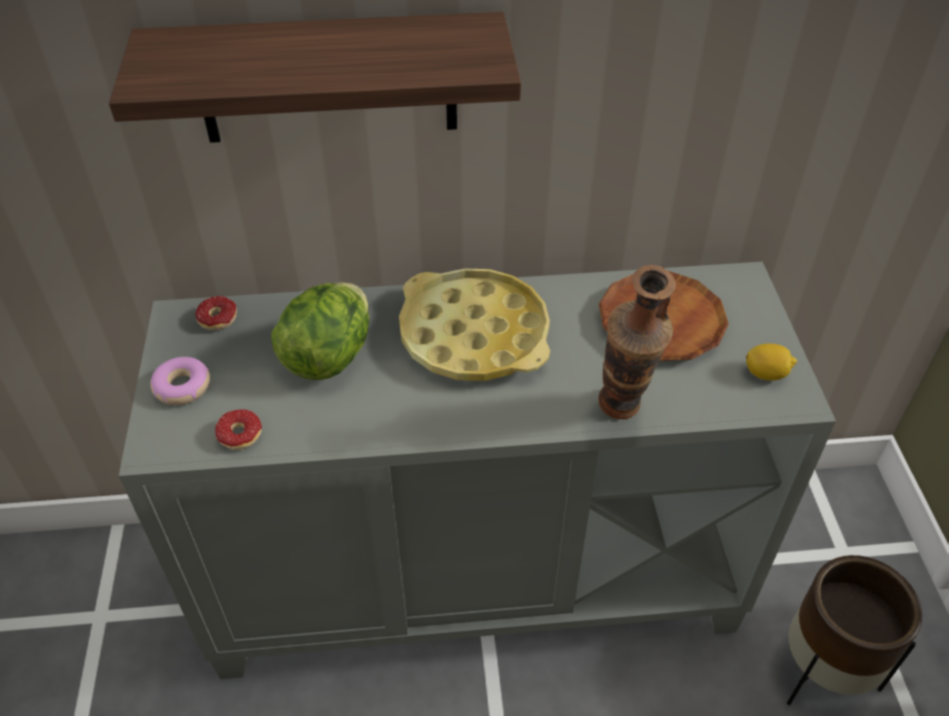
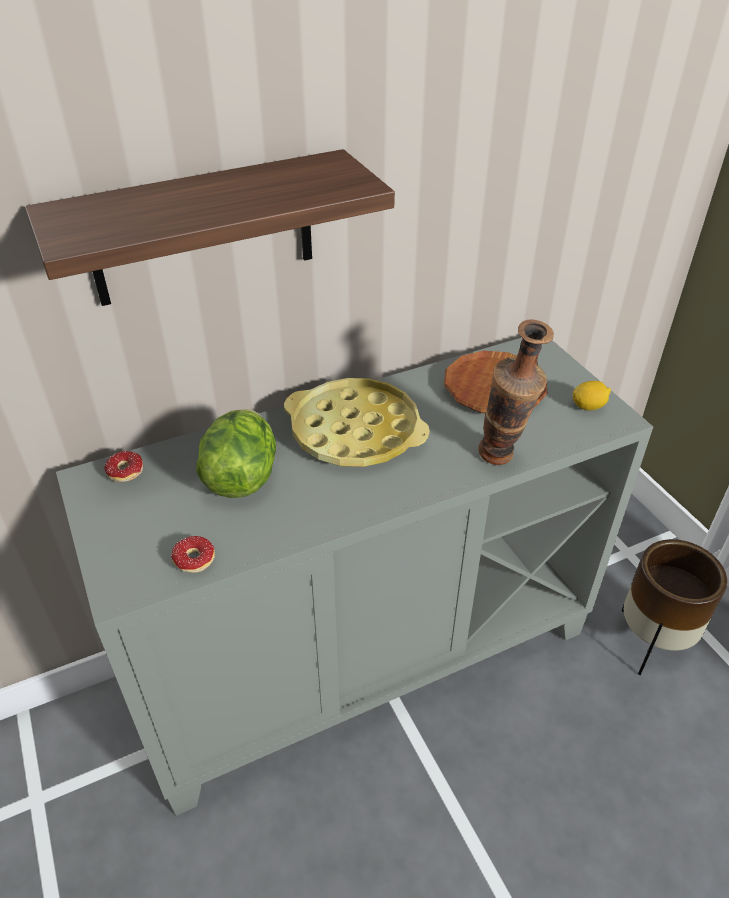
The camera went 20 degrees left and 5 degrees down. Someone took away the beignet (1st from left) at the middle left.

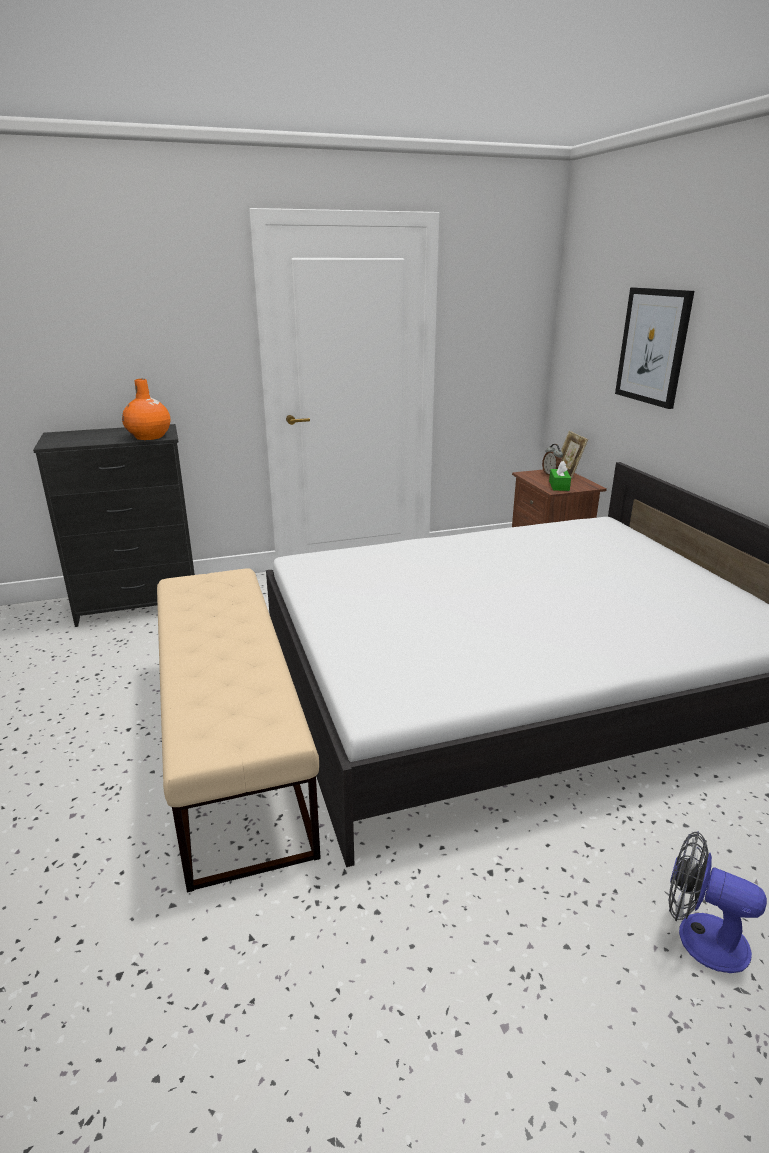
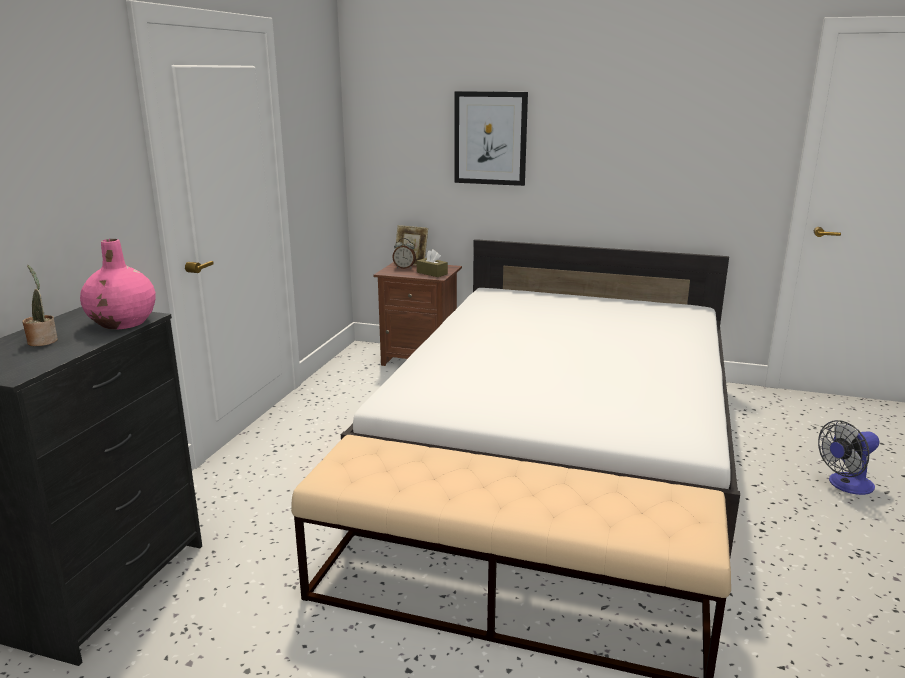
The camera went 55 degrees left and 5 degrees down. Someone repainted the vase/orange at the middle left, which became the vase/rose at the middle left. Someone repainted the boîte à mouchoirs/vert at the middle right, which became the boîte à mouchoirs/marron at the centre. Someone put down the plante en pot at the middle left.

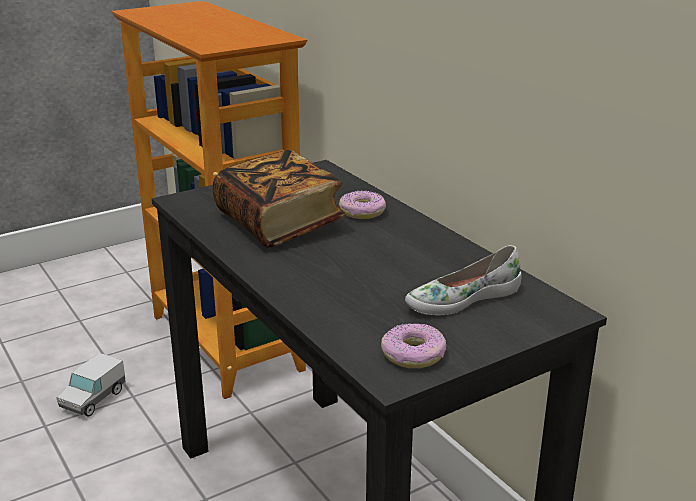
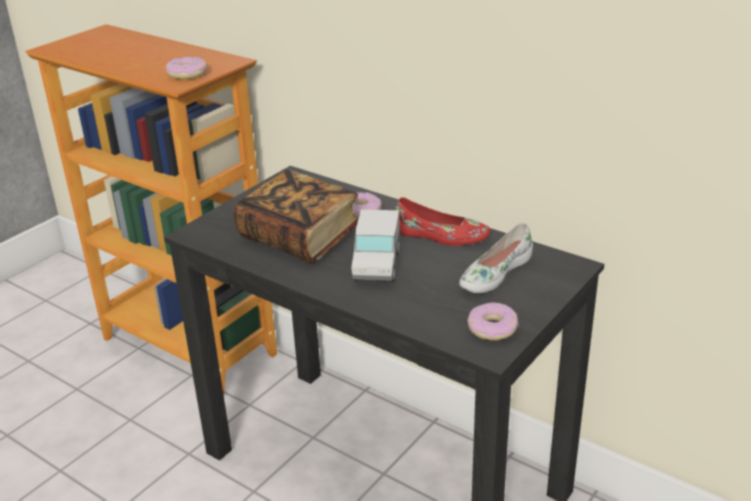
The camera went 20 degrees left and 5 degrees up. Someone carried the camion jouet from the bottom left to the centre. Someone put down the beignet (1st from left) at the top left. Someone put down the chaussure/rouge at the centre.

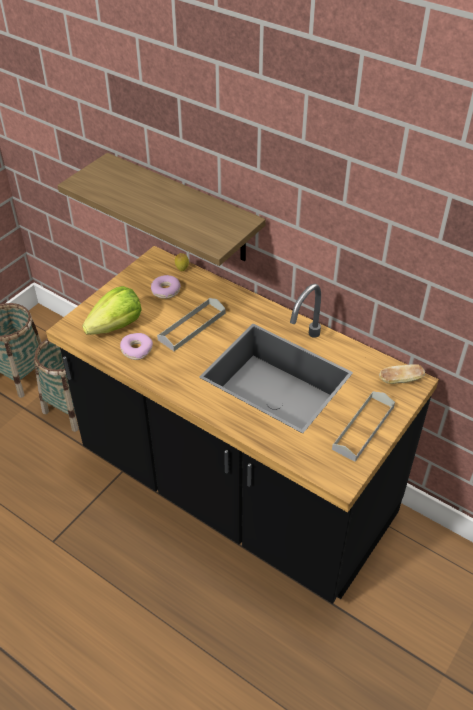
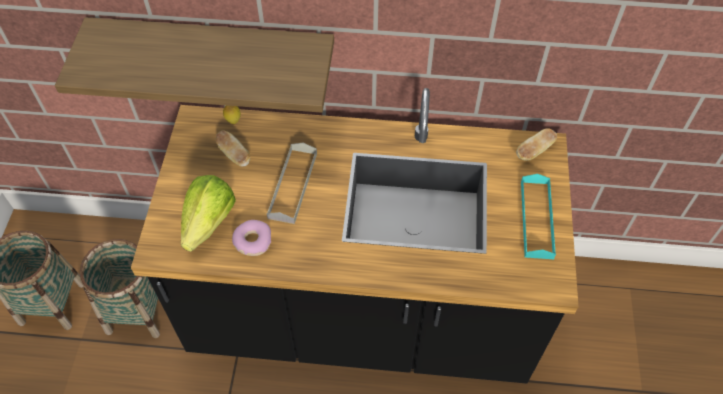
The camera went 30 degrees left and 10 degrees up. Someone swapped the beignet (2nd from left) at the centre for the pain (1st from left) at the middle left. Someone repainted the plateau/gris (2nd from left) at the middle right, which became the plateau/turquoise at the middle right.

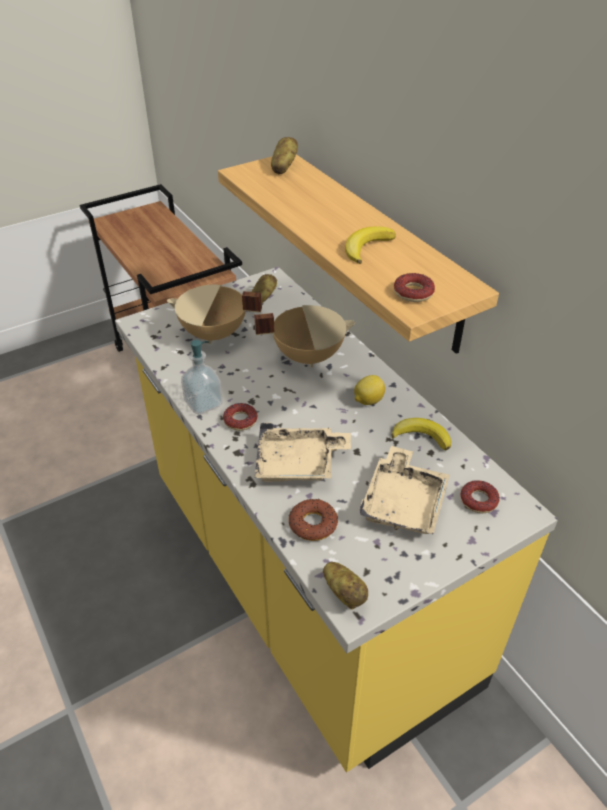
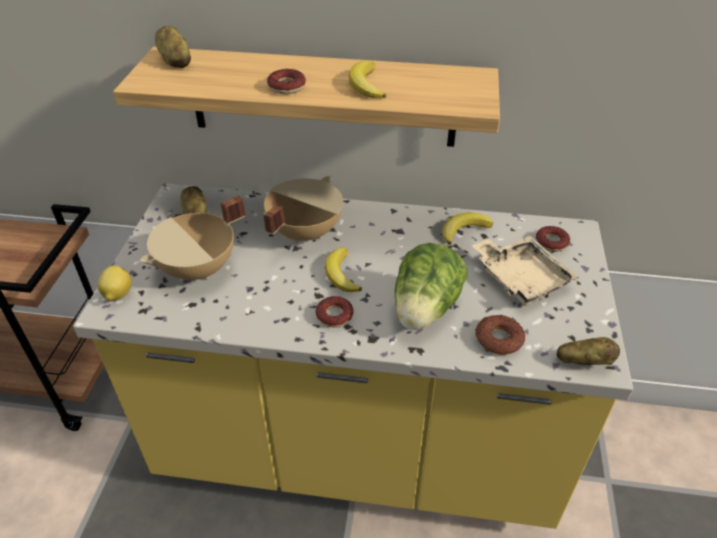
The camera went 50 degrees left and 0 degrees up. Someone took away the distributeur de savon at the middle left. Someone swapped the plateau/beige (1st from left) at the centre for the laitue at the centre. Someone carried the citron from the centre to the middle left. Someone carried the beignet (3rd from left in the first image) from the middle right to the top centre. Someone put down the banane (1st from left) at the centre.

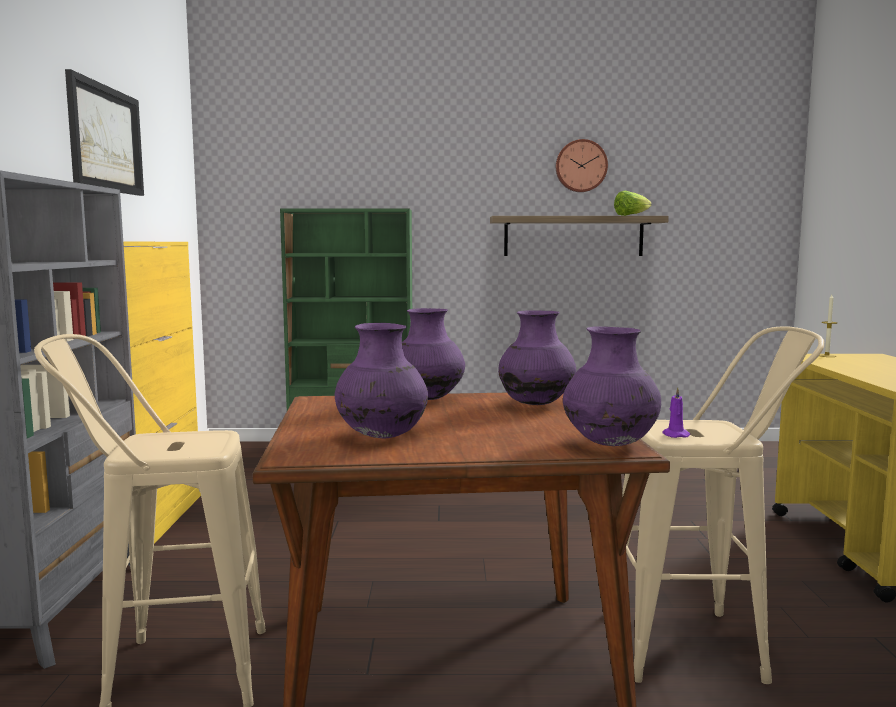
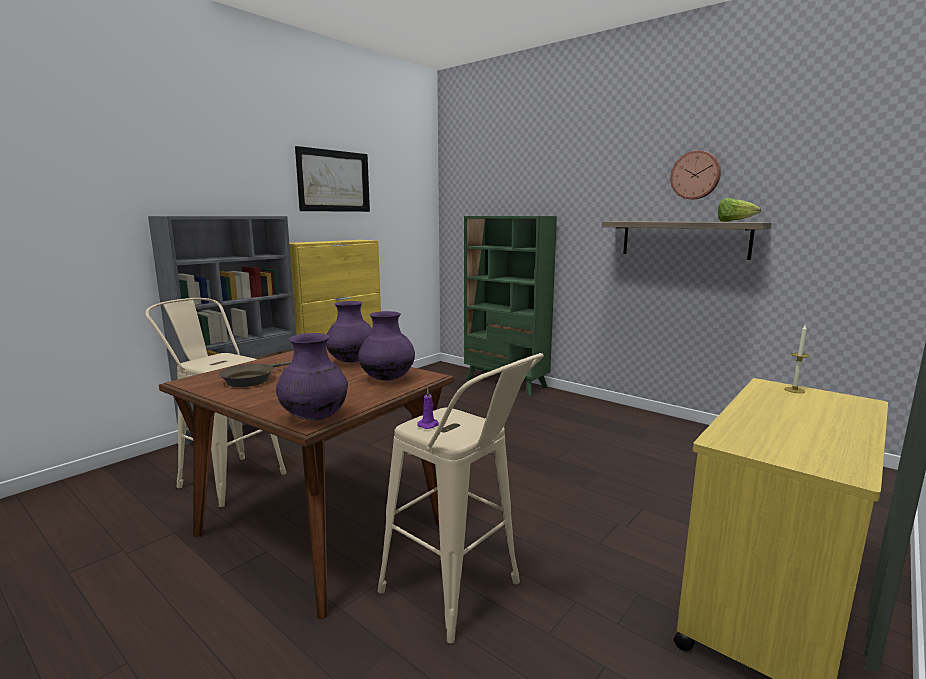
The camera went 40 degrees right and 5 degrees up. Someone swapped the vase/violet (1st from left) at the centre for the poêle/marron at the middle left.

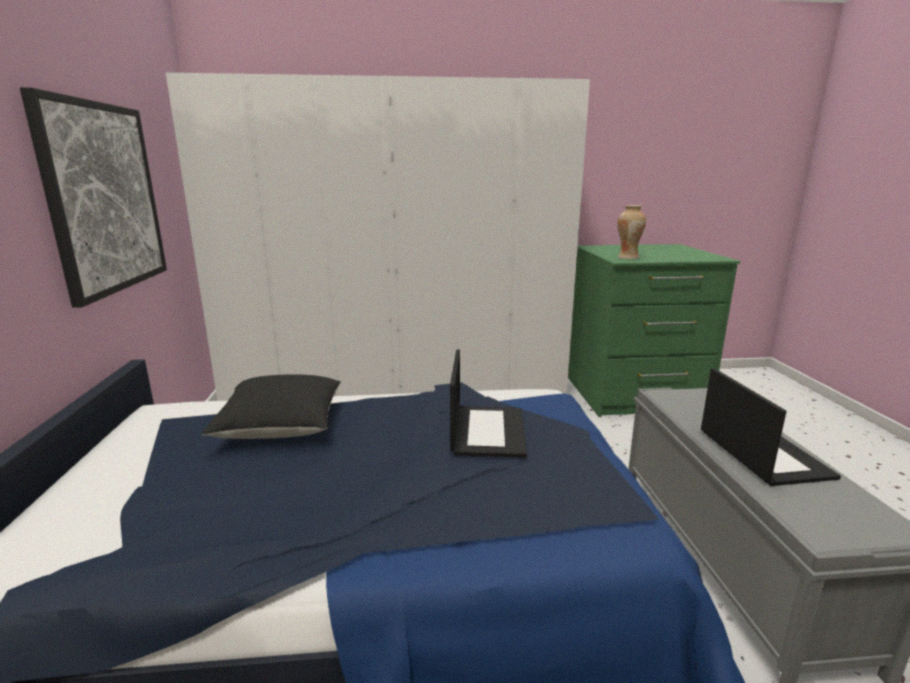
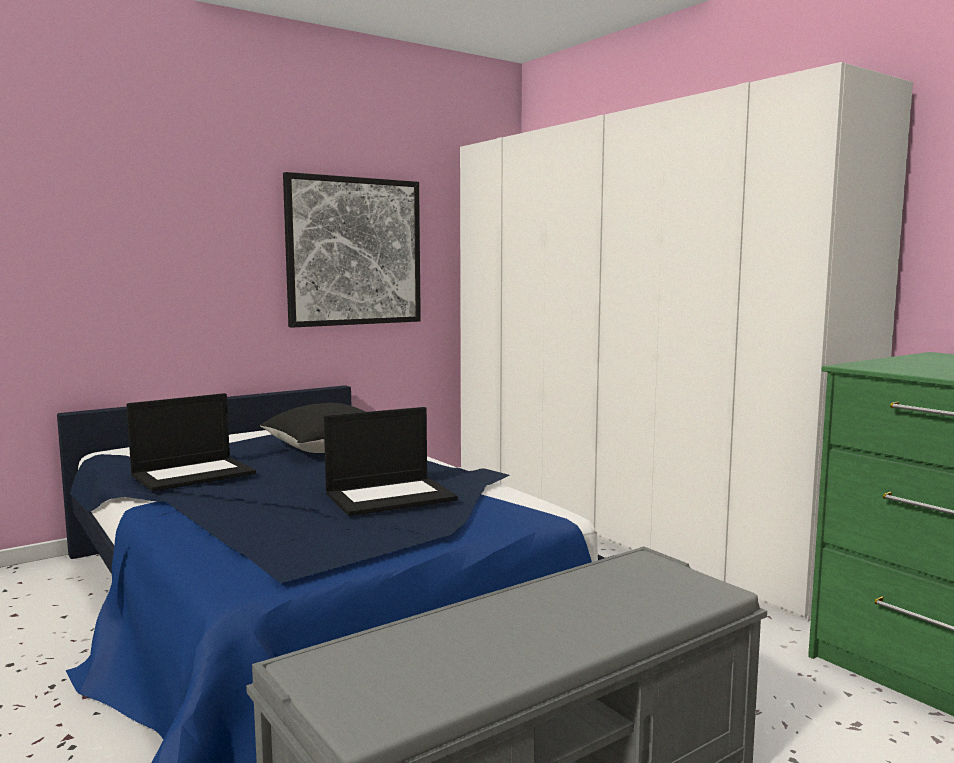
The camera went 60 degrees right and 10 degrees down. Someone took away the vase at the middle right. Someone carried the ordinateur portable (2nd from left in the first image) from the middle right to the middle left.

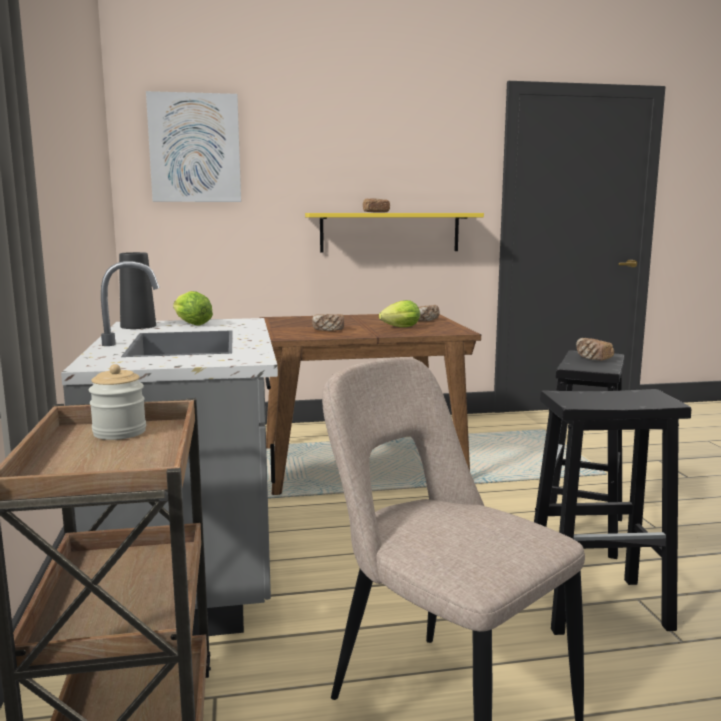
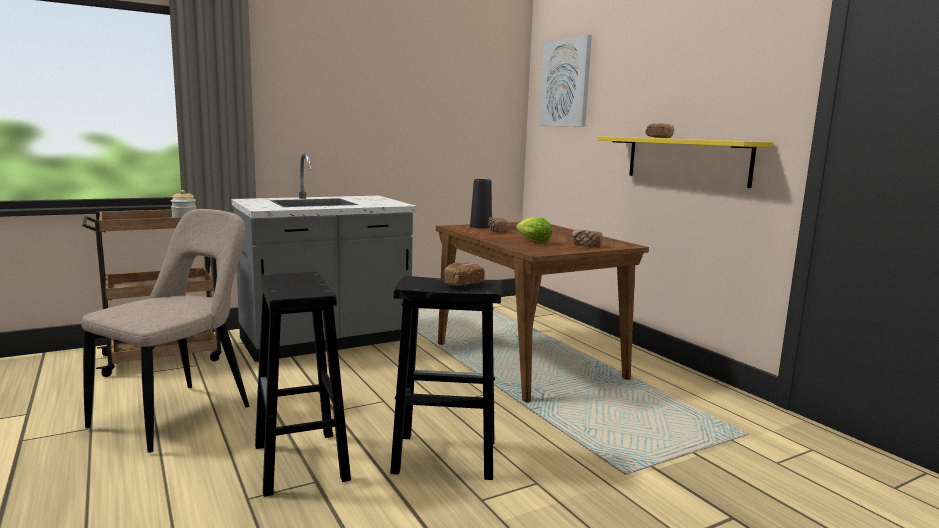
The camera went 70 degrees right and 0 degrees up. Someone carried the vase/noir from the middle left to the centre. Someone took away the laitue (1st from left) at the middle left.

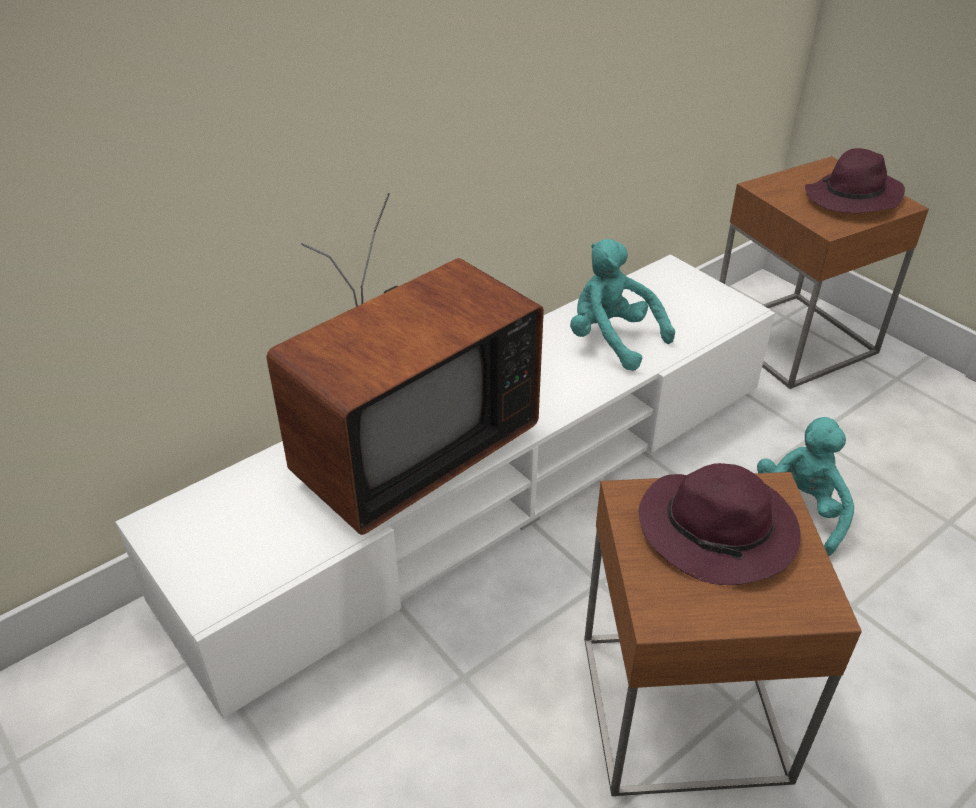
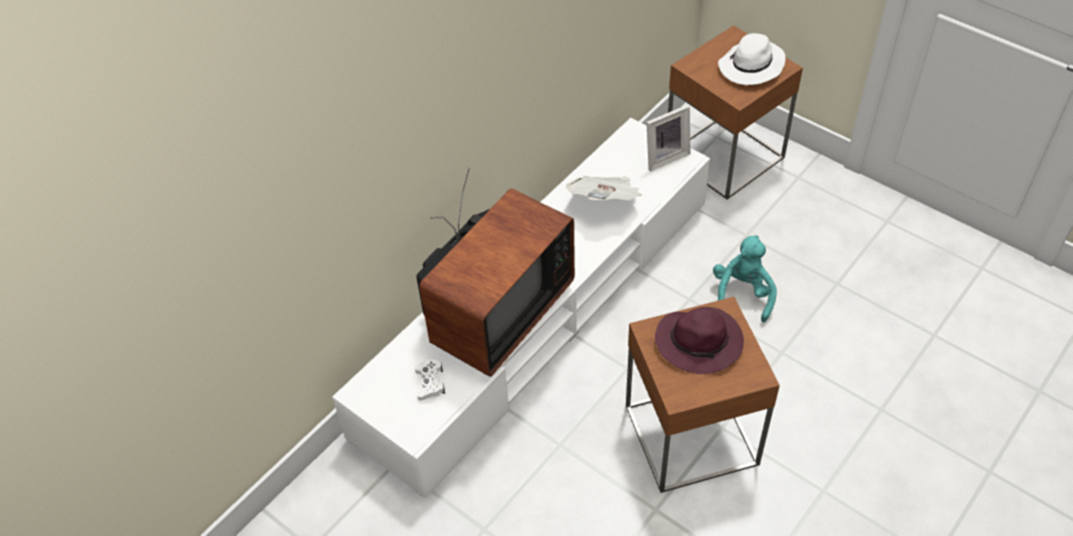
The camera went 10 degrees left and 10 degrees up. Someone swapped the peluche/turquoise (1st from left) at the centre for the journal at the centre. Someone repainted the chapeau/violet (2nd from left) at the top right, which became the chapeau/blanc at the top right. Someone put down the manette/blanc at the bottom centre. Someone put down the cadre photo at the top centre.

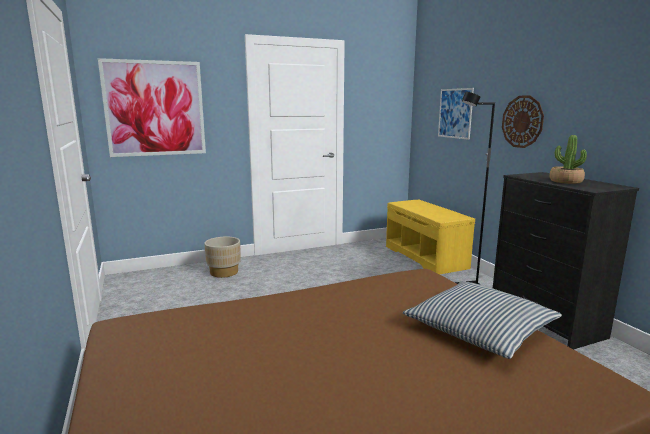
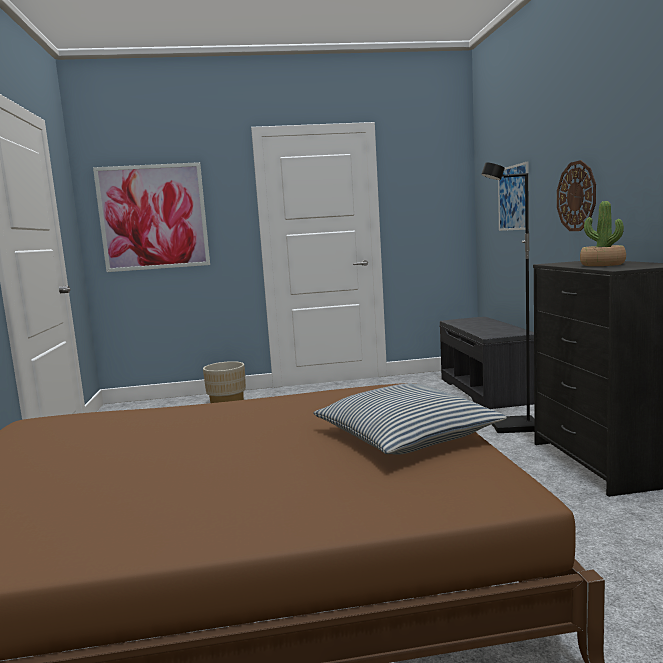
The camera went 15 degrees right and 5 degrees down. Someone repainted the banc/jaune at the centre, which became the banc/gris at the middle right.

